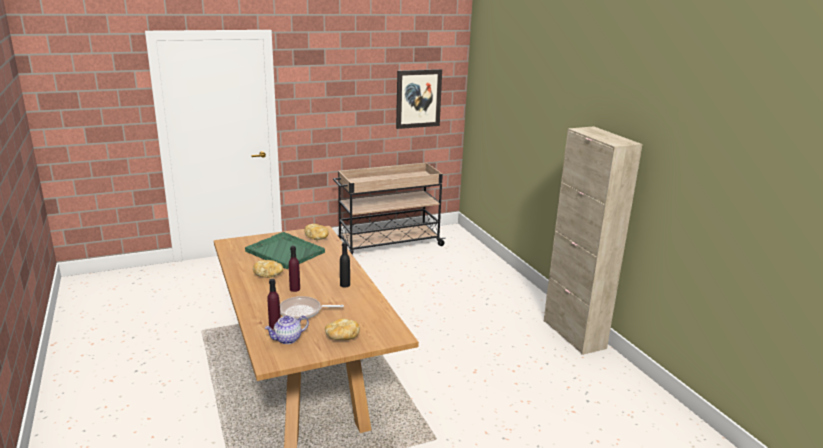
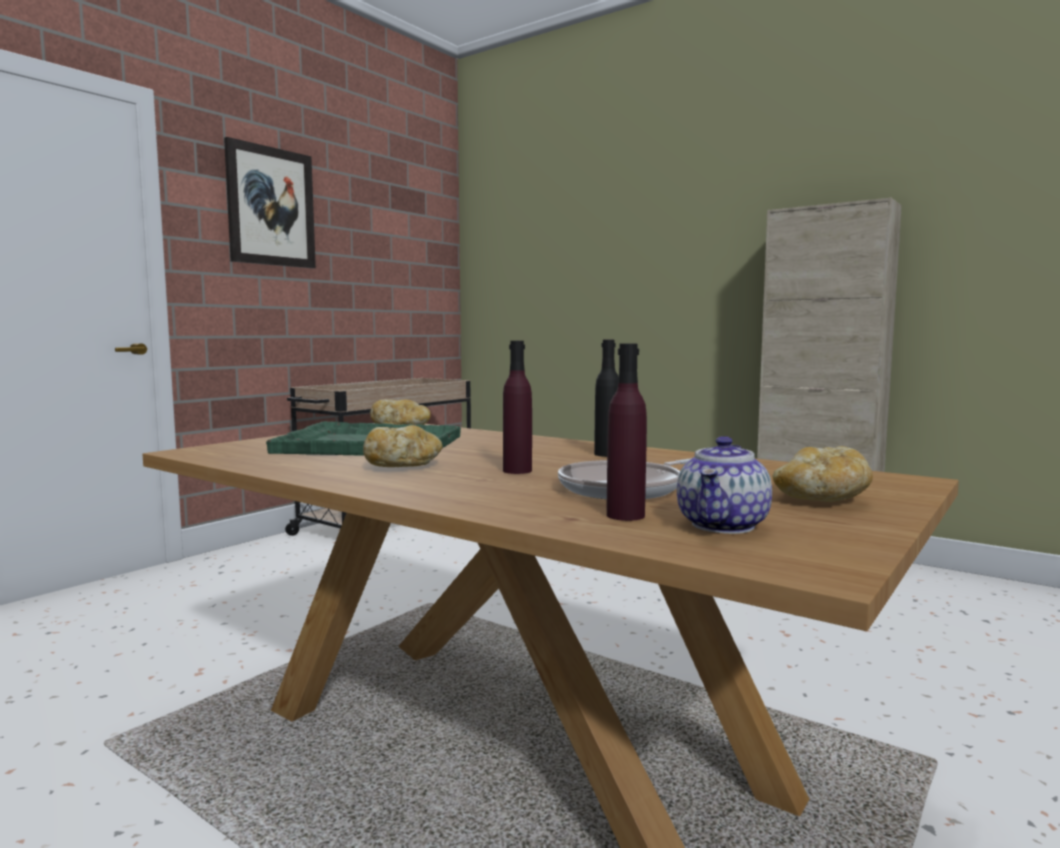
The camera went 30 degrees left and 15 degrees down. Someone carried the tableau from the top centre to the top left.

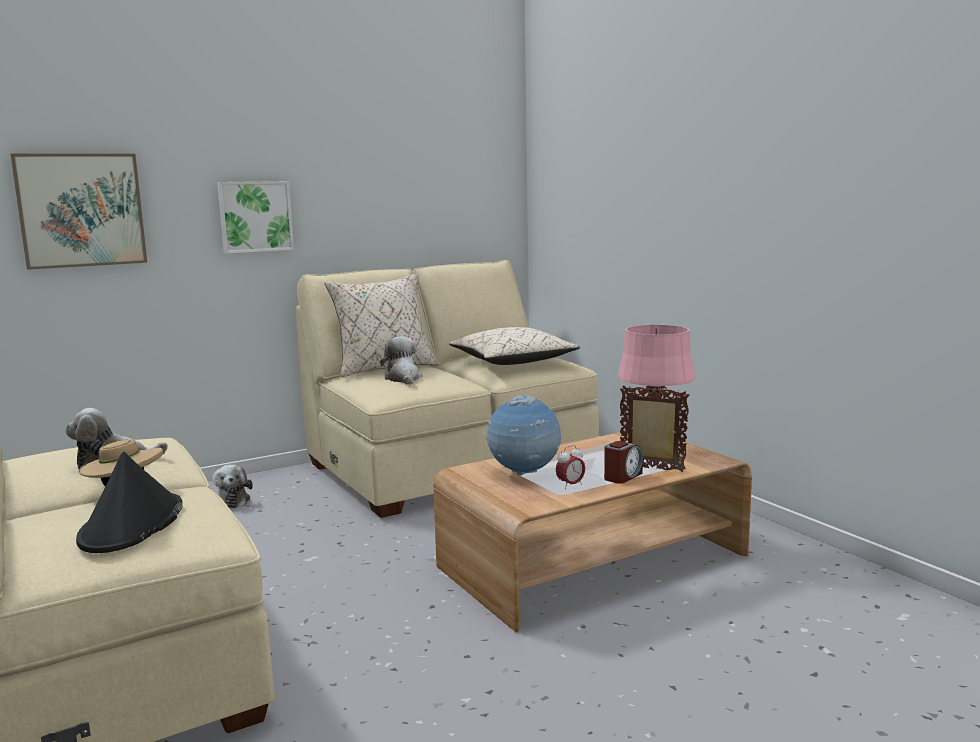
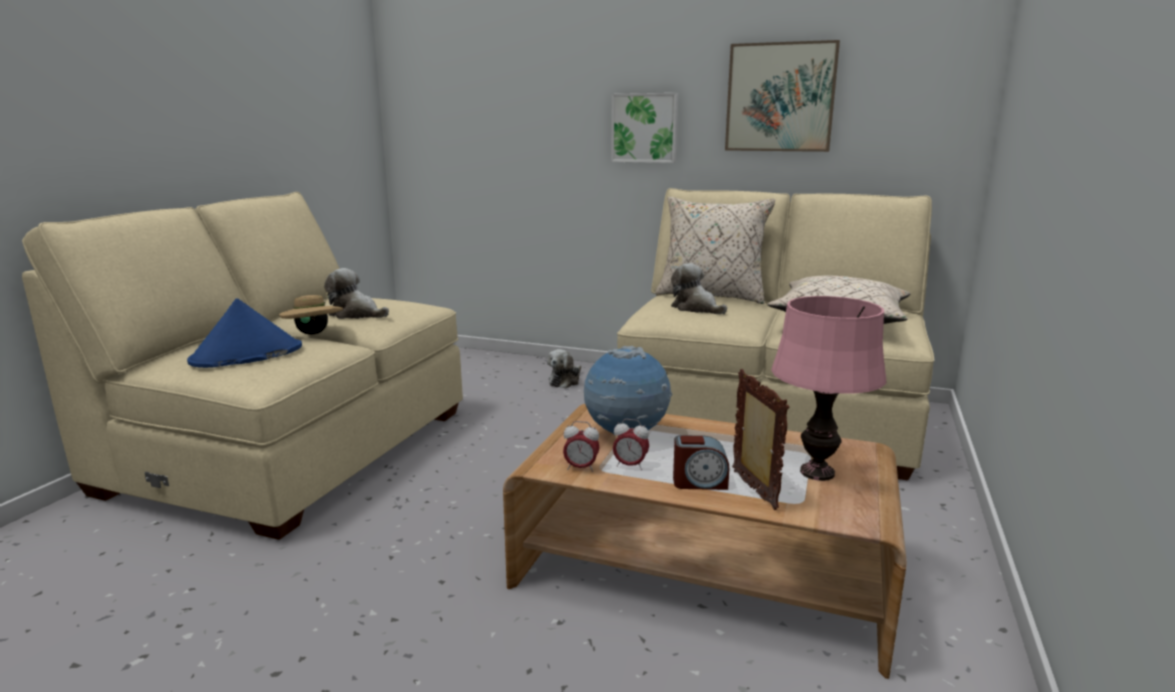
The camera went 50 degrees right and 5 degrees up. Someone carried the tableau (1st from left in the first image) from the top left to the top centre. Someone repainted the chapeau/noir at the bottom left, which became the chapeau/bleu at the middle left. Someone rotated the peluche (3rd from left) at the centre by 75 degrees counterclockwise. Someone put down the réveil (1st from left) at the centre.

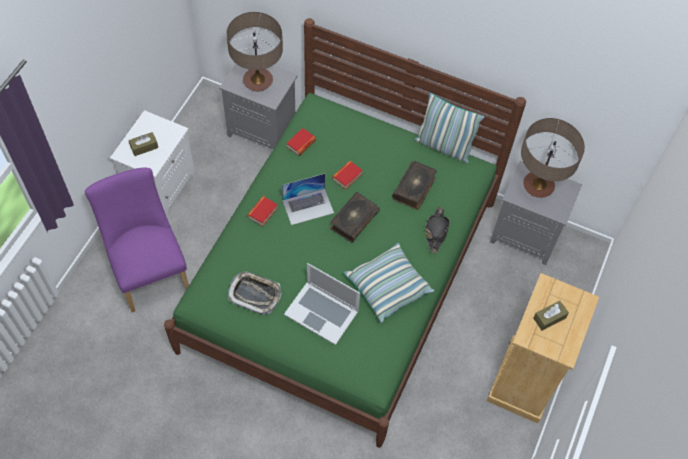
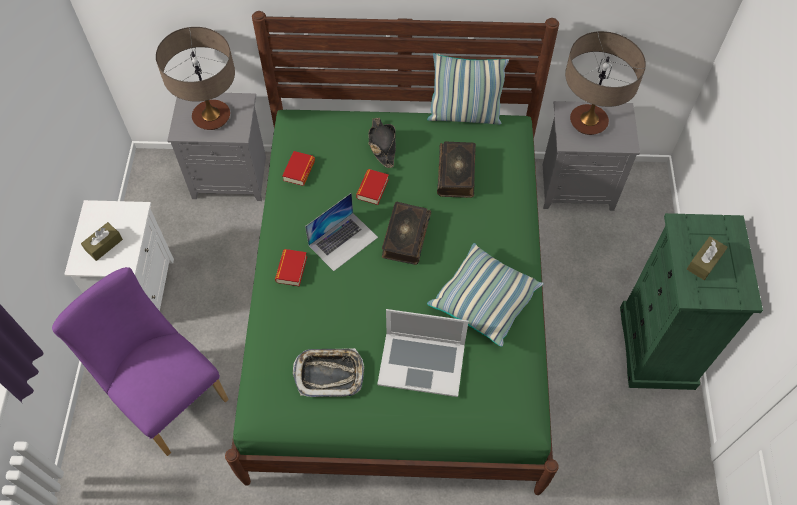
The camera went 20 degrees left and 0 degrees up. Someone carried the chapeau/noir from the centre to the top centre. Someone repainted the commode/beige at the bottom right, which became the commode/vert at the middle right.

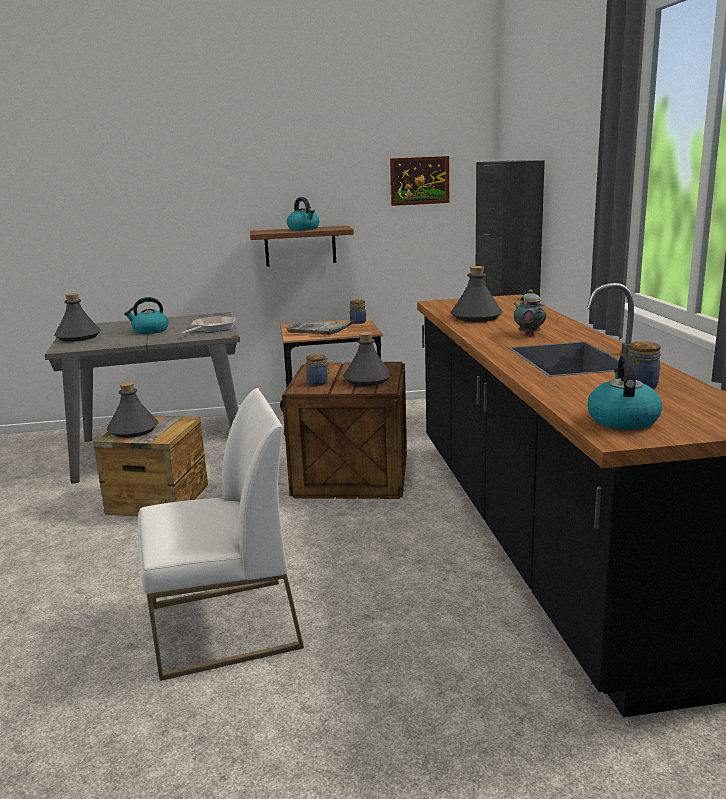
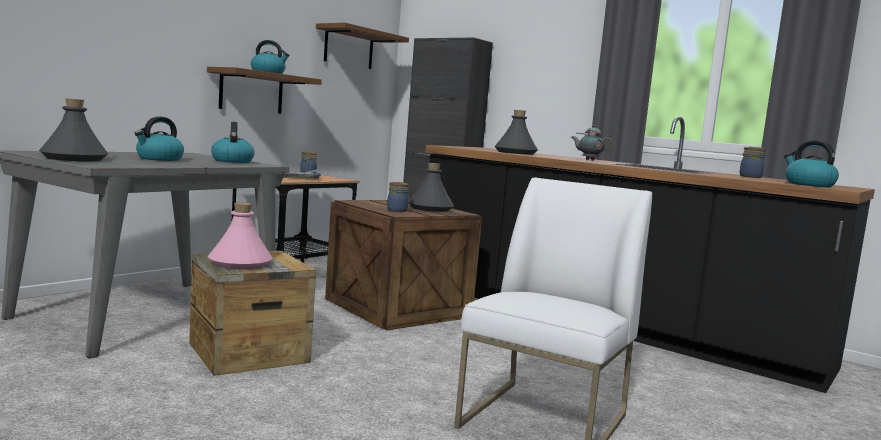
The camera went 45 degrees left and 10 degrees down. Someone repainted the bouteille/gris (2nd from left) at the middle left, which became the bouteille/rose at the middle left. Someone swapped the poêle at the middle left for the bouilloire (2nd from left) at the top left. Someone swapped the tableau at the top centre for the étagère/marron (2nd from left) at the top centre.

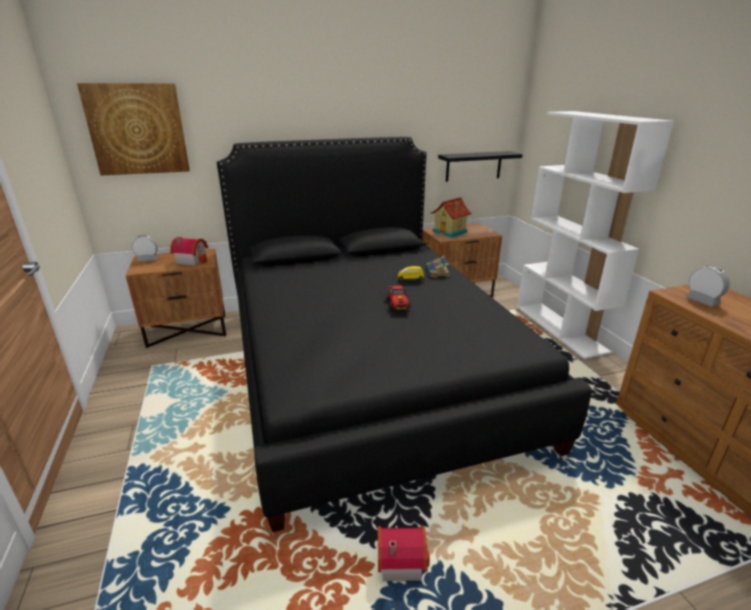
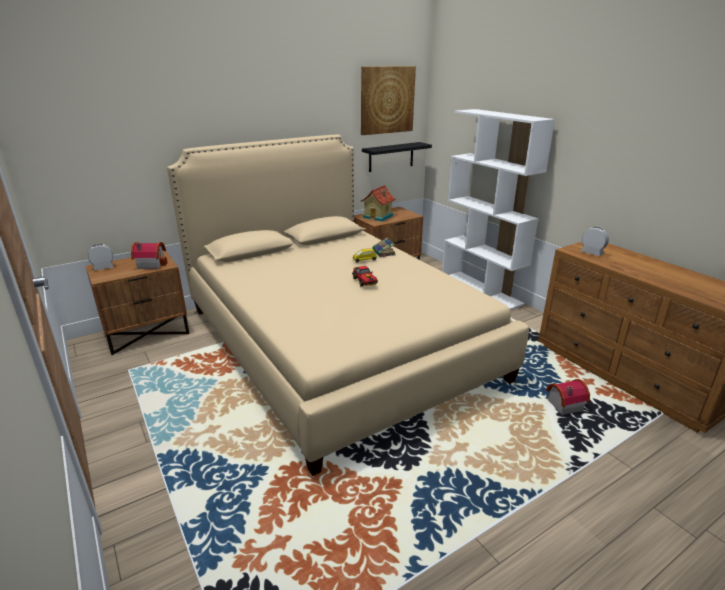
The camera went 15 degrees left and 0 degrees up. Someone carried the tableau from the top left to the top centre. Someone repainted the lit/noir at the centre, which became the lit/beige at the centre. Someone carried the maison miniature (2nd from left in the first image) from the bottom centre to the bottom right.

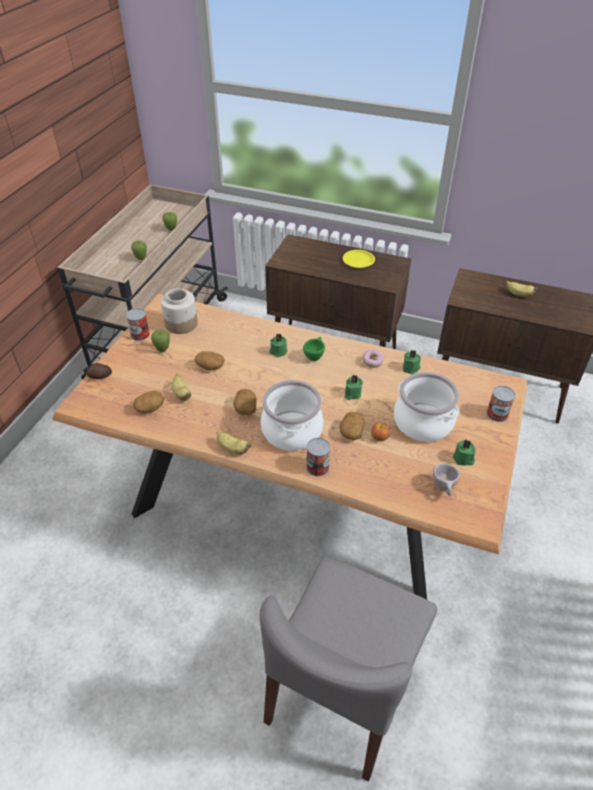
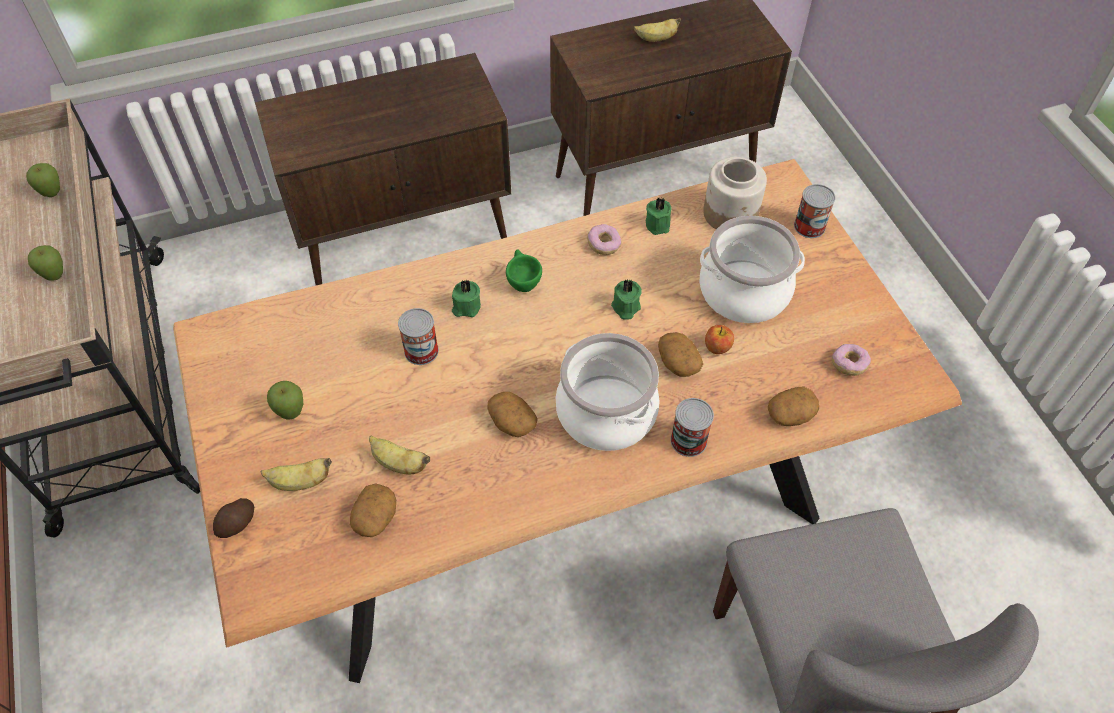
The camera went 40 degrees left and 10 degrees up. Someone carried the boîte métallique (1st from left) from the middle left to the centre. Someone carried the bocal from the middle left to the top centre. Someone carried the pomme de terre (3rd from left in the first image) from the centre to the middle right. Someone carried the banane (2nd from left in the first image) from the centre to the middle left. Someone took away the assiette/jaune at the top centre. Someone swapped the tasse/beige at the middle right for the beignet (2nd from left) at the middle right. Someone took away the bougie/vert (4th from left) at the middle right.

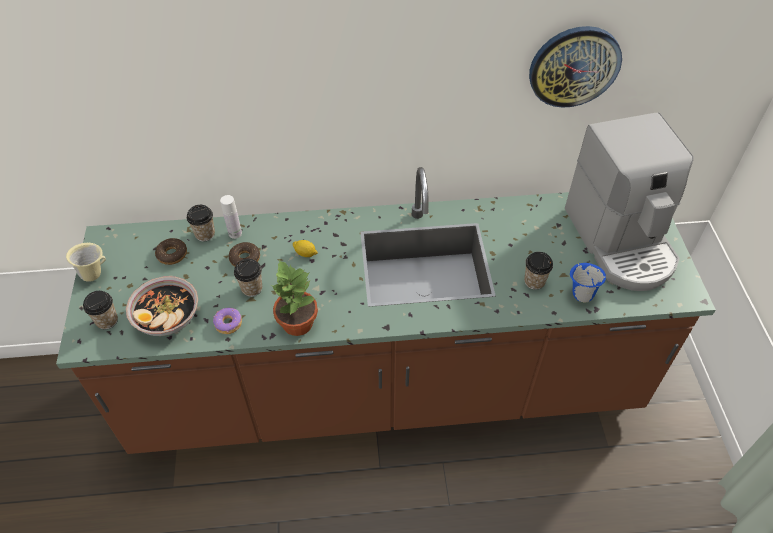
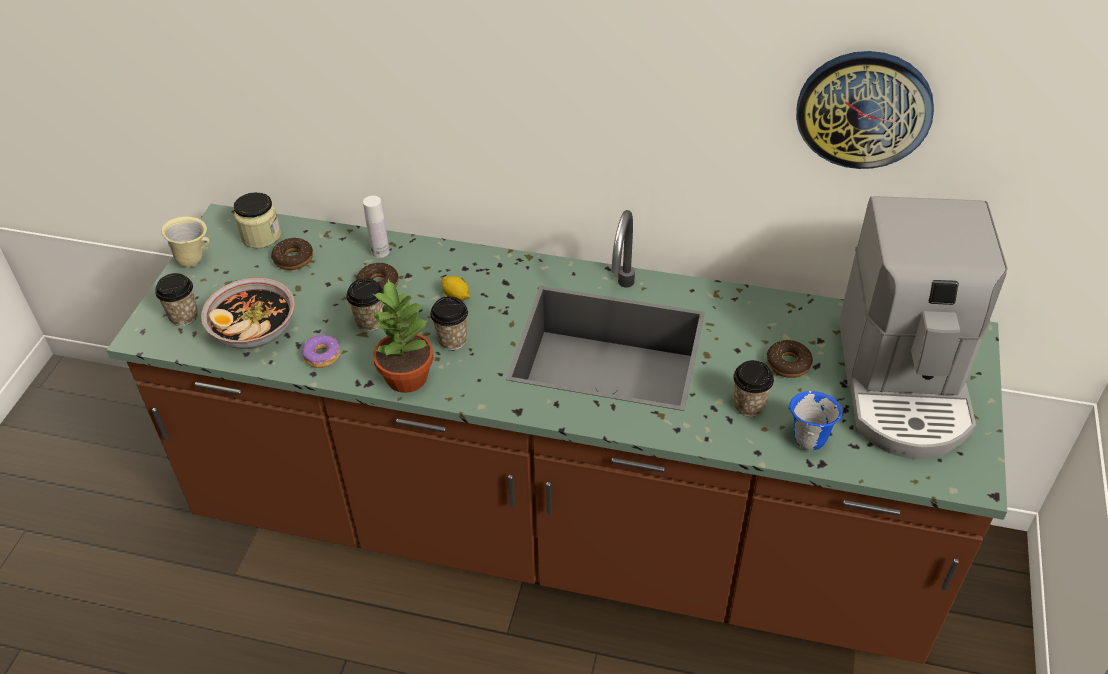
The camera went 20 degrees right and 5 degrees down. Someone carried the tasse (2nd from left in the first image) from the middle left to the centre. Someone put down the bocal at the top left. Someone put down the beignet (4th from left) at the middle right.

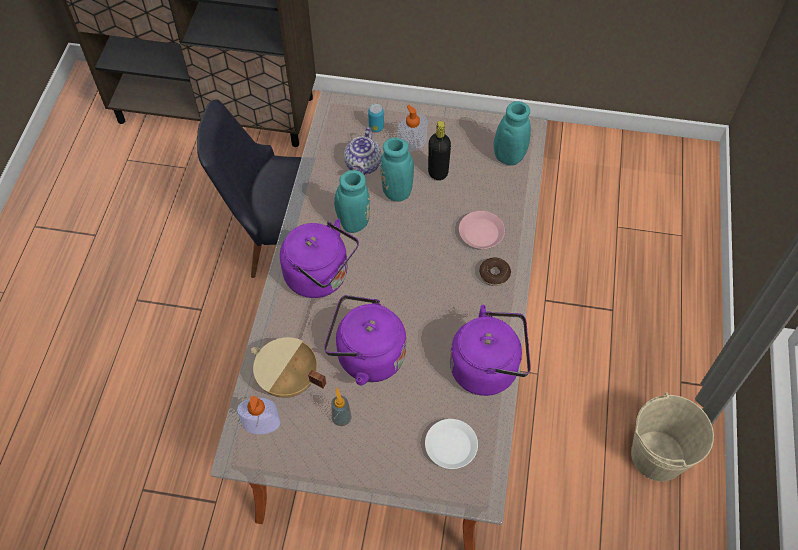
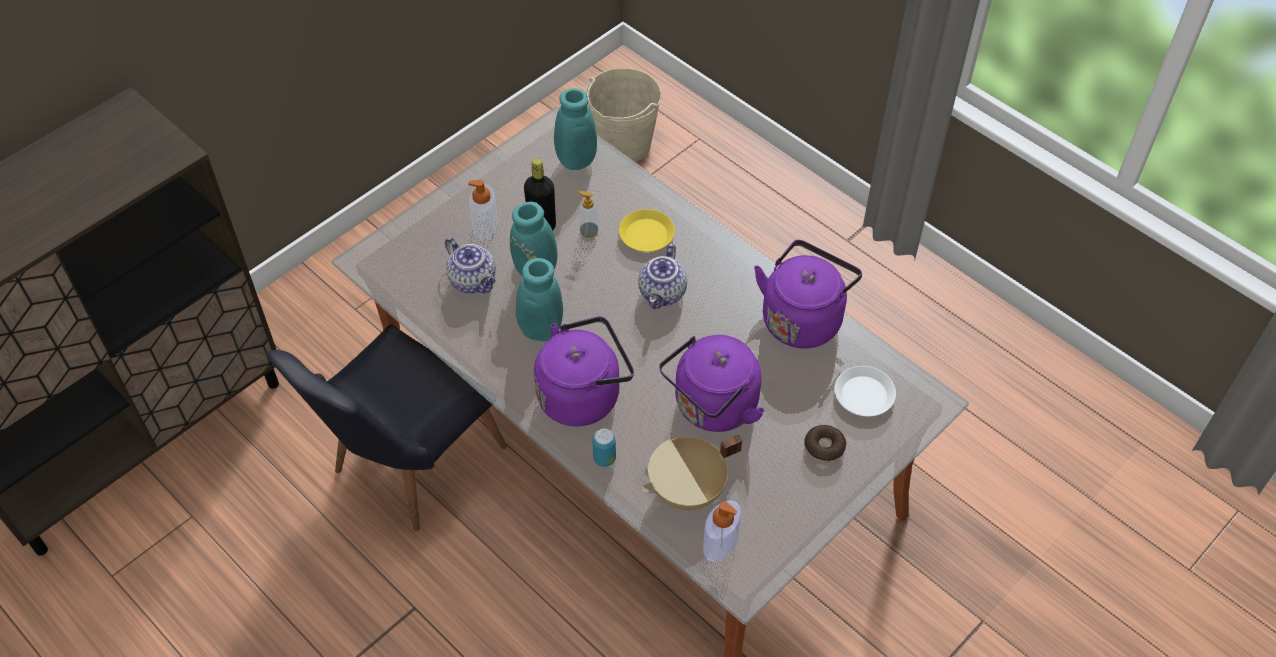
The camera went 55 degrees left and 5 degrees down. Someone carried the distributeur de savon (2nd from left) from the bottom centre to the top centre. Someone carried the boîte métallique from the top centre to the bottom centre. Someone repainted the assiette/rose at the centre, which became the assiette/jaune at the centre. Someone carried the beignet from the centre to the bottom centre. Someone carried the seau/beige from the bottom right to the top centre. Someone put down the théière (2nd from left) at the centre.

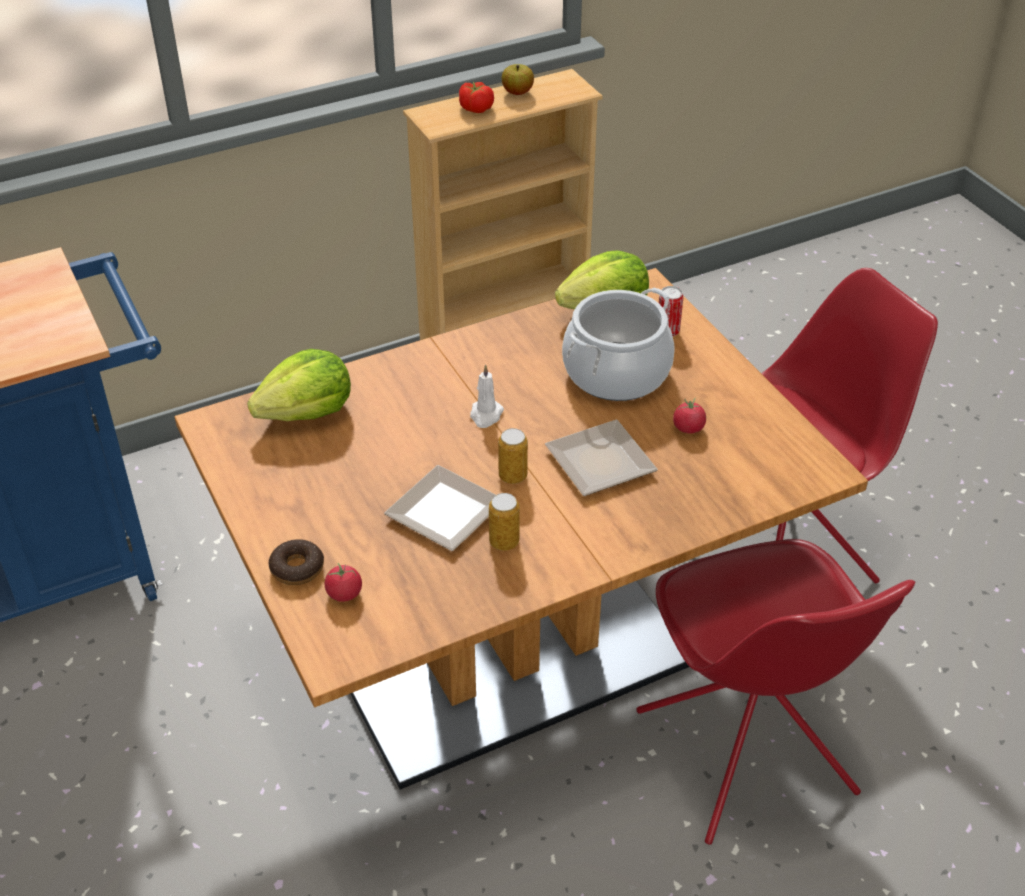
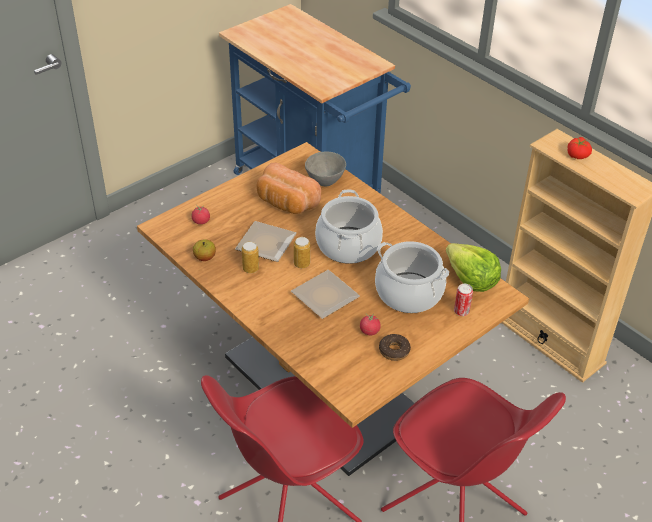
The camera went 75 degrees right and 0 degrees up. Someone swapped the laitue (1st from left) at the middle left for the bol/gris at the top centre. Someone carried the beignet from the middle left to the centre. Someone swapped the bougie/blanc at the centre for the marmite (1st from left) at the centre. Someone carried the pomme from the top centre to the middle left. Someone put down the pain at the centre.

